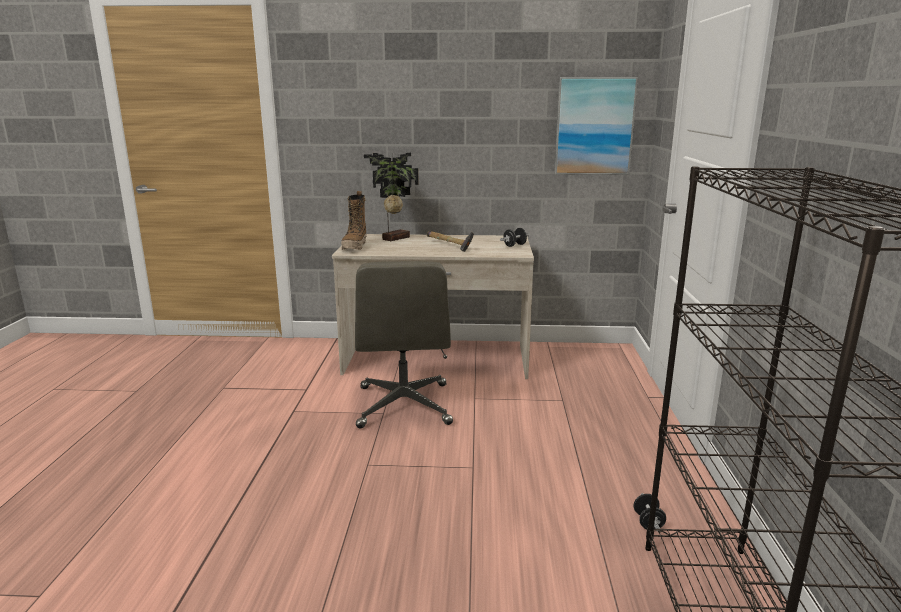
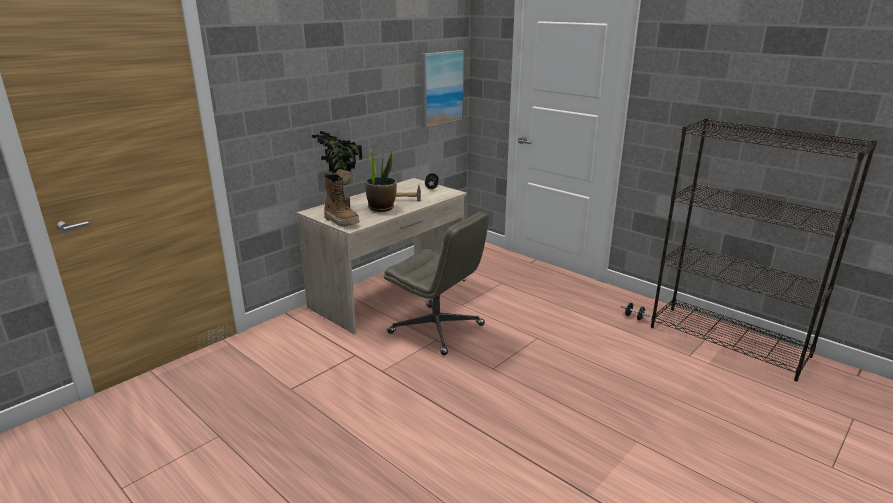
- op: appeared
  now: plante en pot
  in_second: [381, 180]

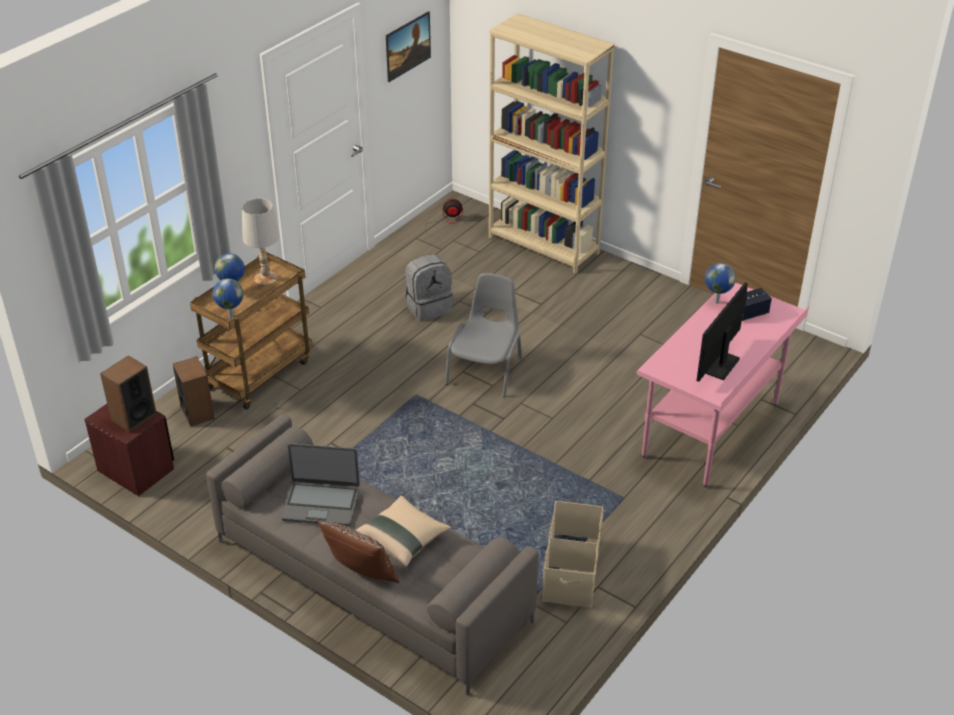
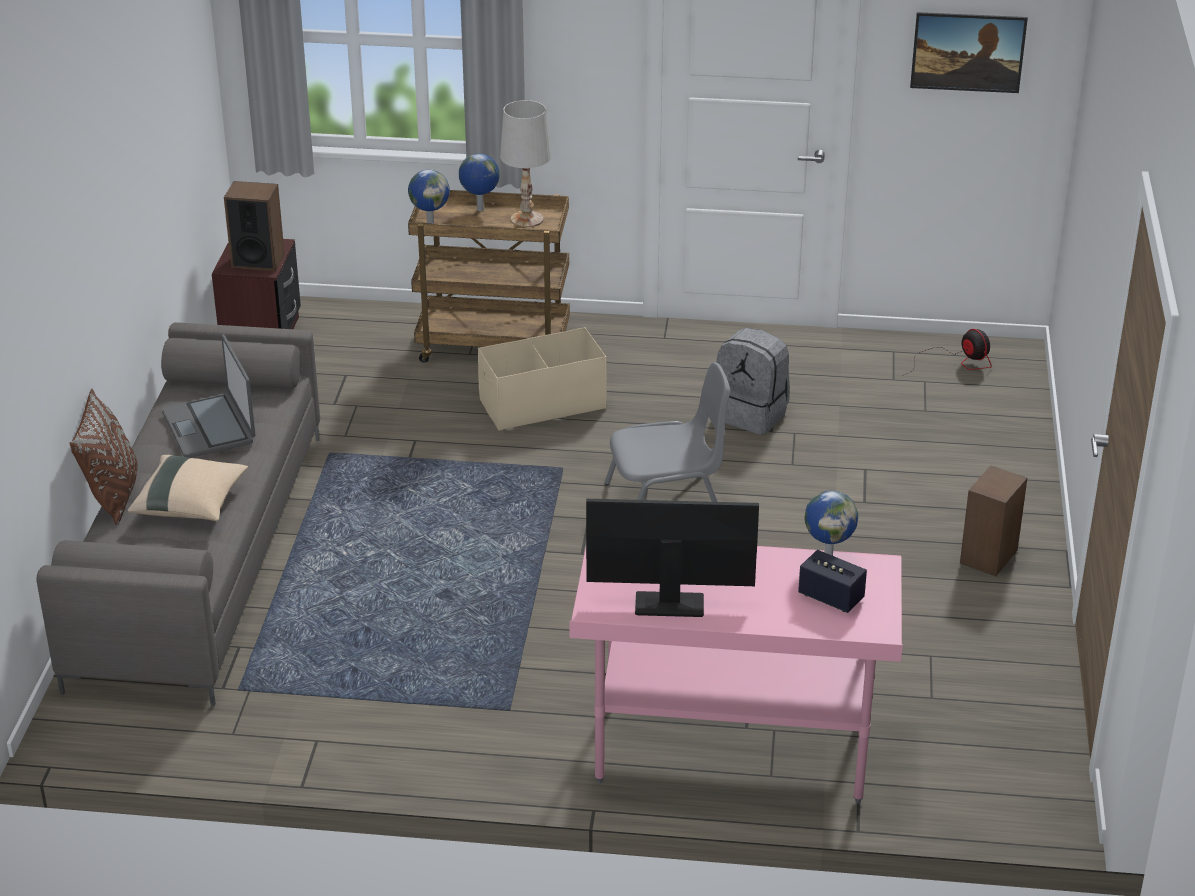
- op: missing
  was: bibliothèque (beige)
  in_first: [552, 143]
- op: relocated
  was: enceinte
  in_first: [194, 391]
  in_second: [993, 520]
- op: relocated
  was: boîte de rangement (beige)
  in_first: [572, 554]
  in_second: [542, 379]

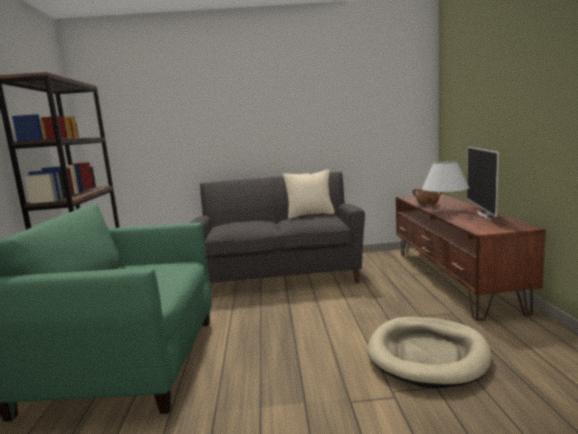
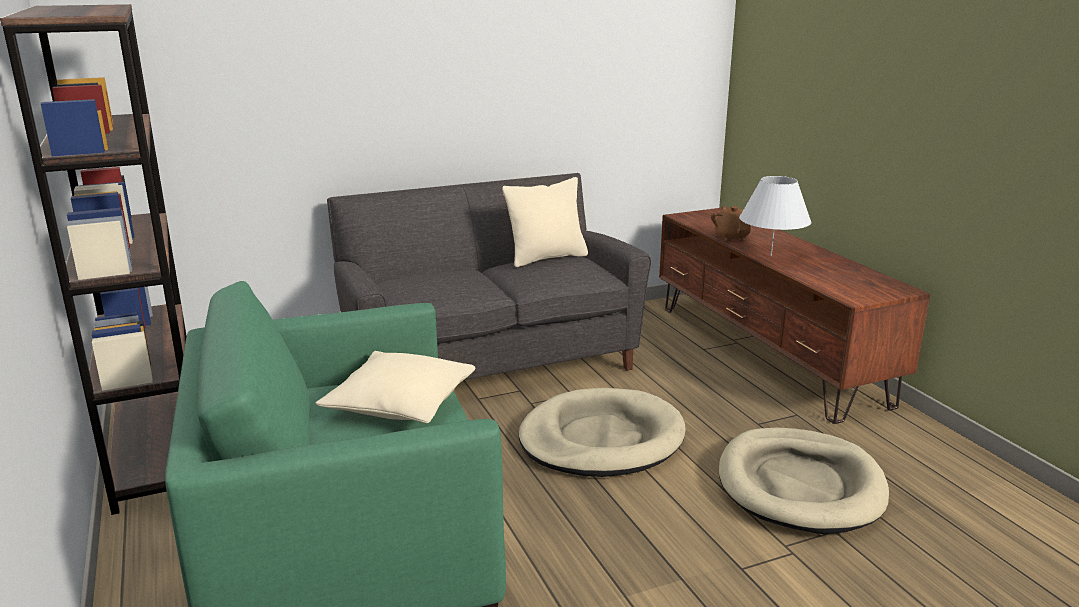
- op: missing
  was: téléviseur
  in_first: [483, 183]
- op: appeared
  now: coussin (beige)
  in_second: [395, 387]
- op: appeared
  now: panier pour chien (beige)
  in_second: [602, 432]

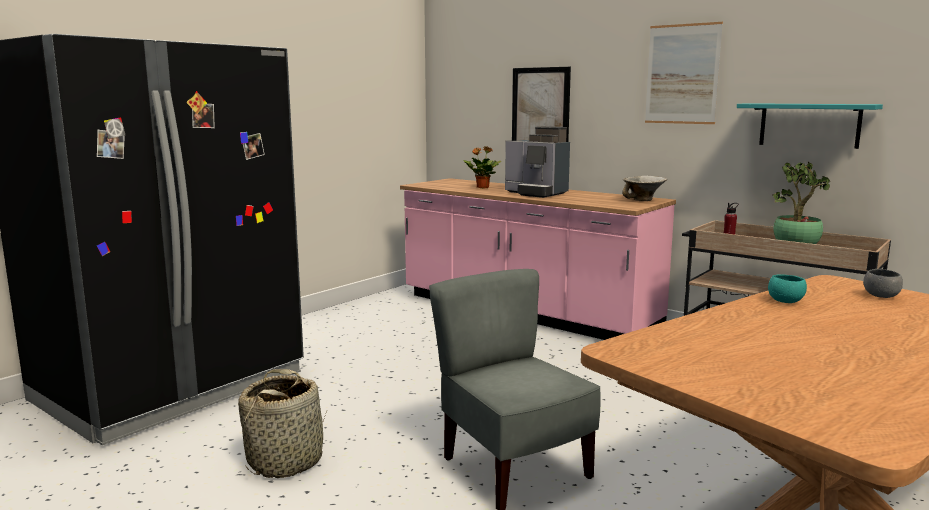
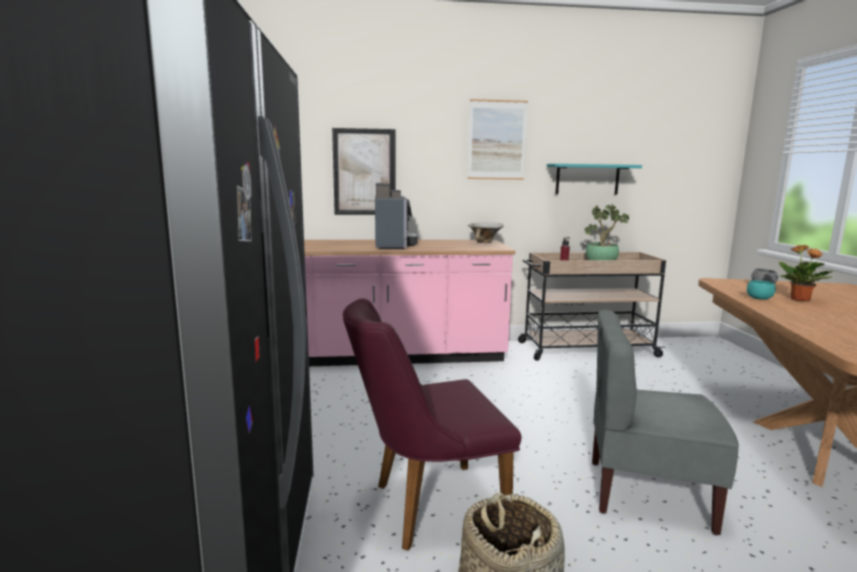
- op: spun
  was: machine à café
  in_first: [537, 162]
  in_second: [396, 216]
  clockwise: -90
- op: relocated
  was: plante en pot
  in_first: [482, 167]
  in_second: [808, 273]
- op: appeared
  now: chaise (violet)
  in_second: [432, 424]

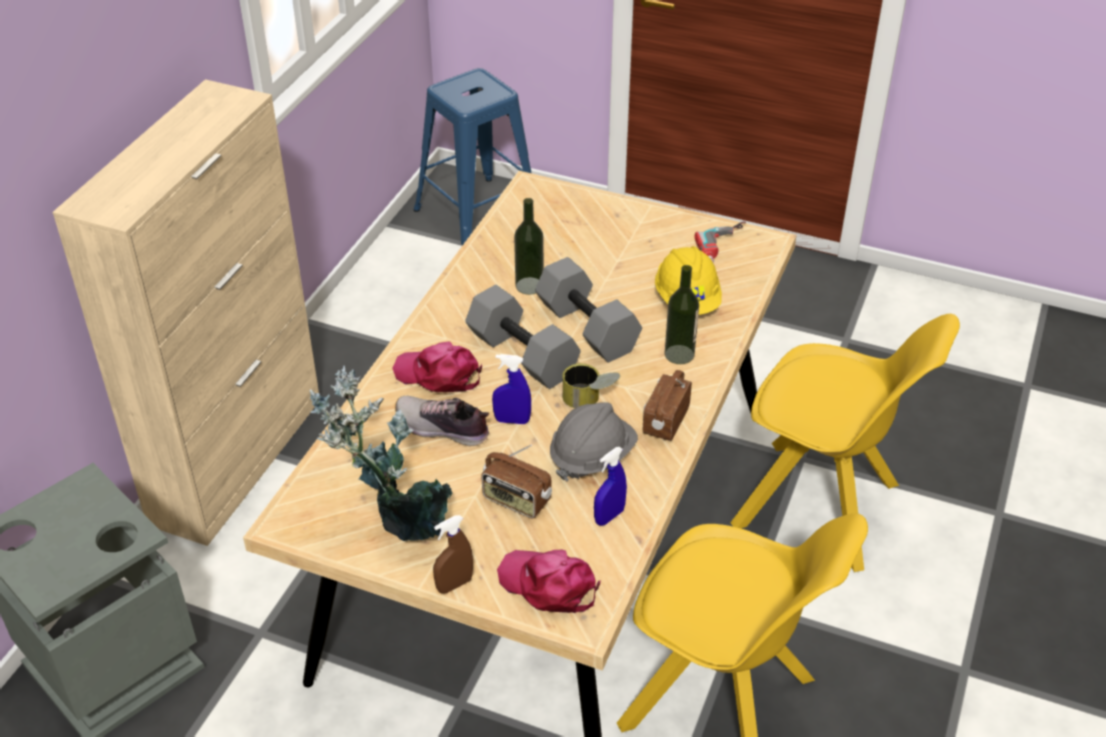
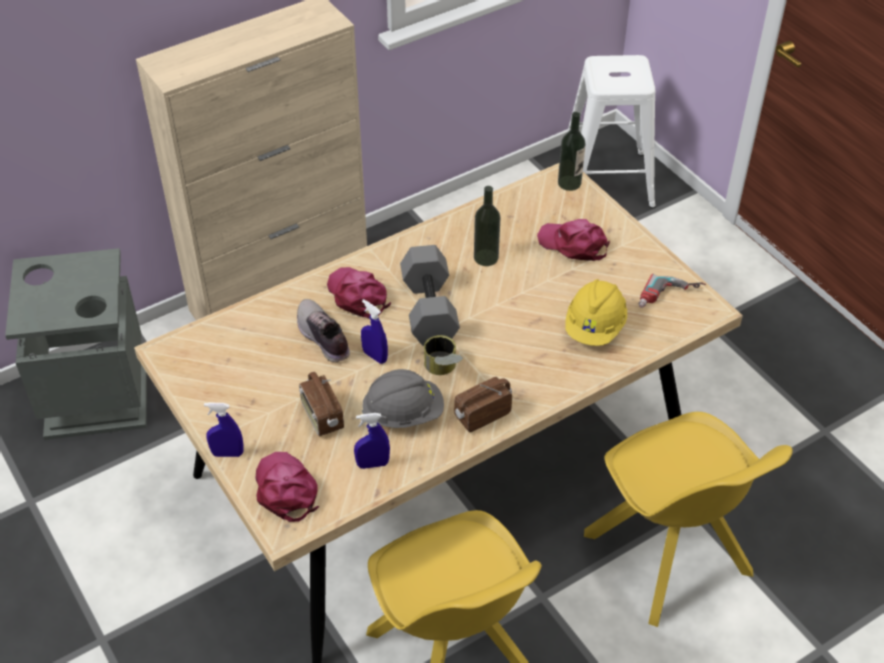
- op: colour
  was: tabouret (bleu)
  now: tabouret (blanc)
  in_first: [472, 156]
  in_second: [611, 131]
- op: missing
  was: haltère (gris)
  in_first: [588, 310]
- op: relocated
  was: bouteille
  in_first: [681, 314]
  in_second: [572, 151]
- op: missing
  was: plante en pot
  in_first: [381, 453]
- op: colour
  was: vaporisateur (marron)
  now: vaporisateur (bleu)
  in_first: [453, 554]
  in_second: [224, 430]
- op: appeared
  now: casquette (rose)
  in_second: [573, 240]

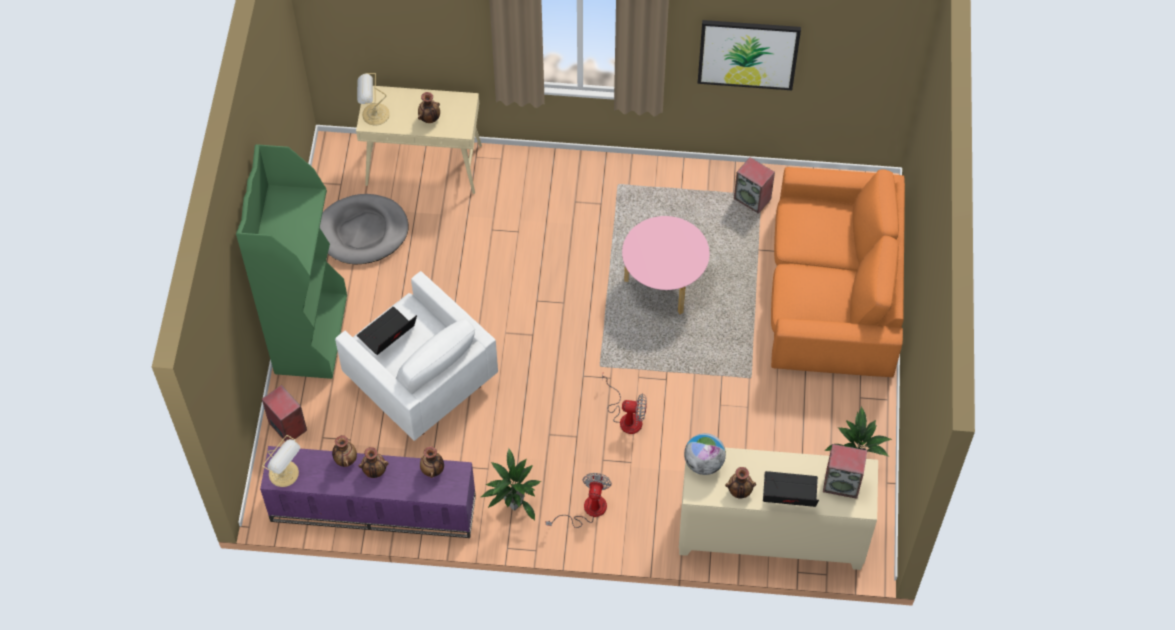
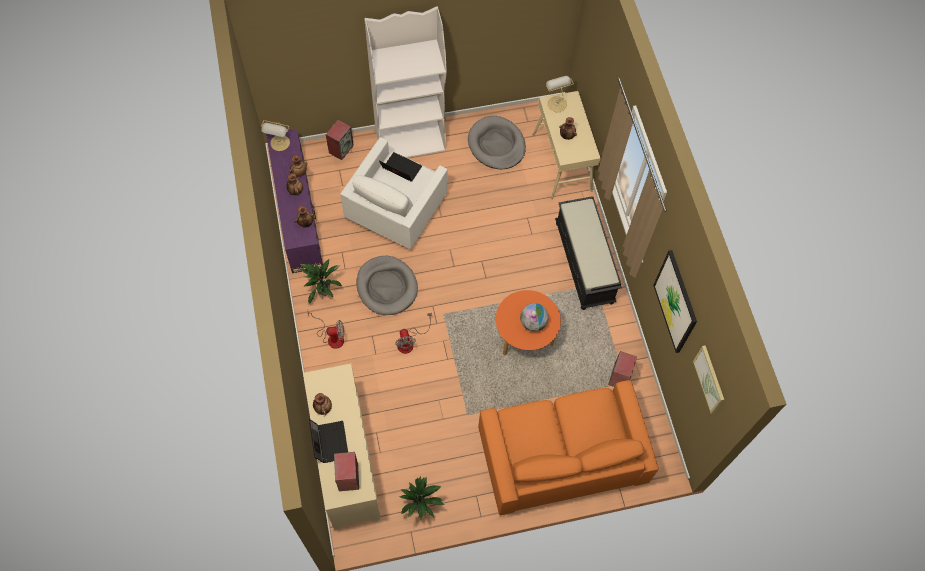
- op: colour
  was: bibliothèque (vert)
  now: bibliothèque (blanc)
  in_first: [291, 261]
  in_second: [405, 82]
- op: colour
  was: table basse (rose)
  now: table basse (orange)
  in_first: [666, 265]
  in_second: [528, 323]
- op: relocated
  was: globe
  in_first: [705, 454]
  in_second: [534, 317]
- op: appeared
  now: banc (noir)
  in_second: [588, 253]
- op: appeared
  now: panier pour chien (gris)
  in_second: [387, 285]
- op: appeared
  now: tableau
  in_second: [708, 380]

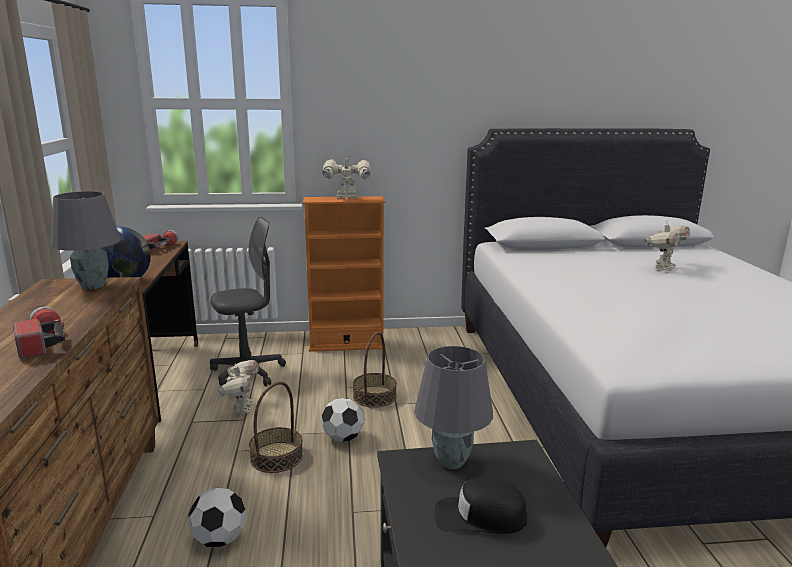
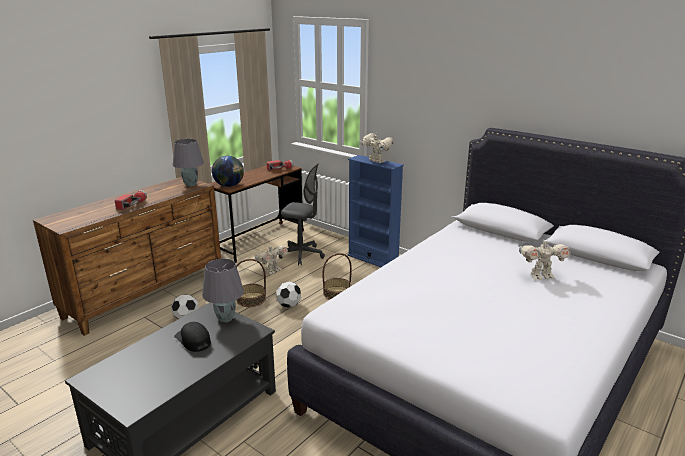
- op: colour
  was: bibliothèque (orange)
  now: bibliothèque (bleu)
  in_first: [344, 274]
  in_second: [375, 211]

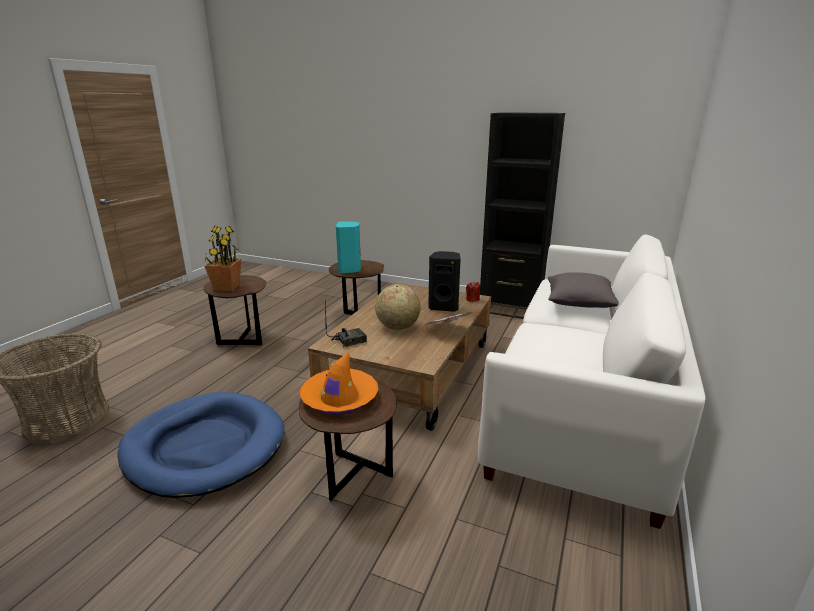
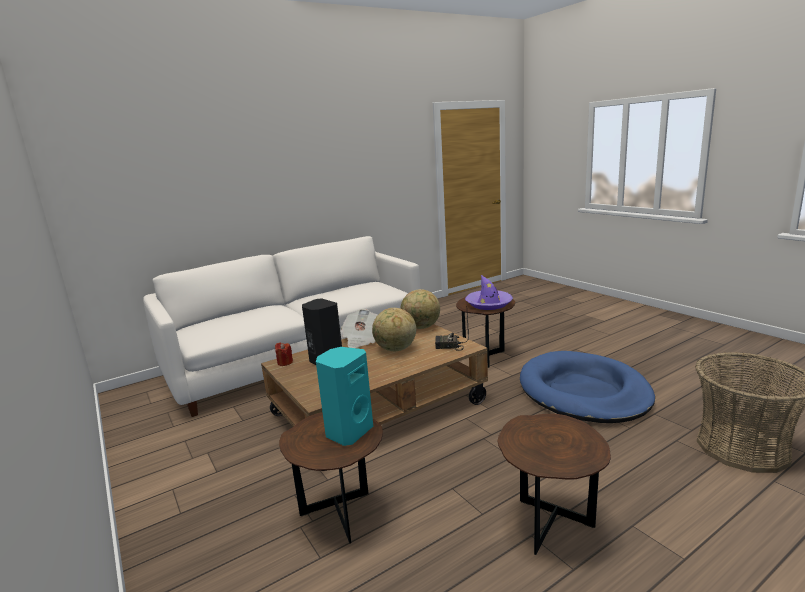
- op: missing
  was: bibliothèque (noir)
  in_first: [522, 215]
- op: missing
  was: plante en pot
  in_first: [222, 258]
- op: missing
  was: coussin (gris)
  in_first: [583, 290]
- op: colour
  was: chapeau (orange)
  now: chapeau (violet)
  in_first: [339, 383]
  in_second: [489, 292]
- op: appeared
  now: globe
  in_second: [420, 309]

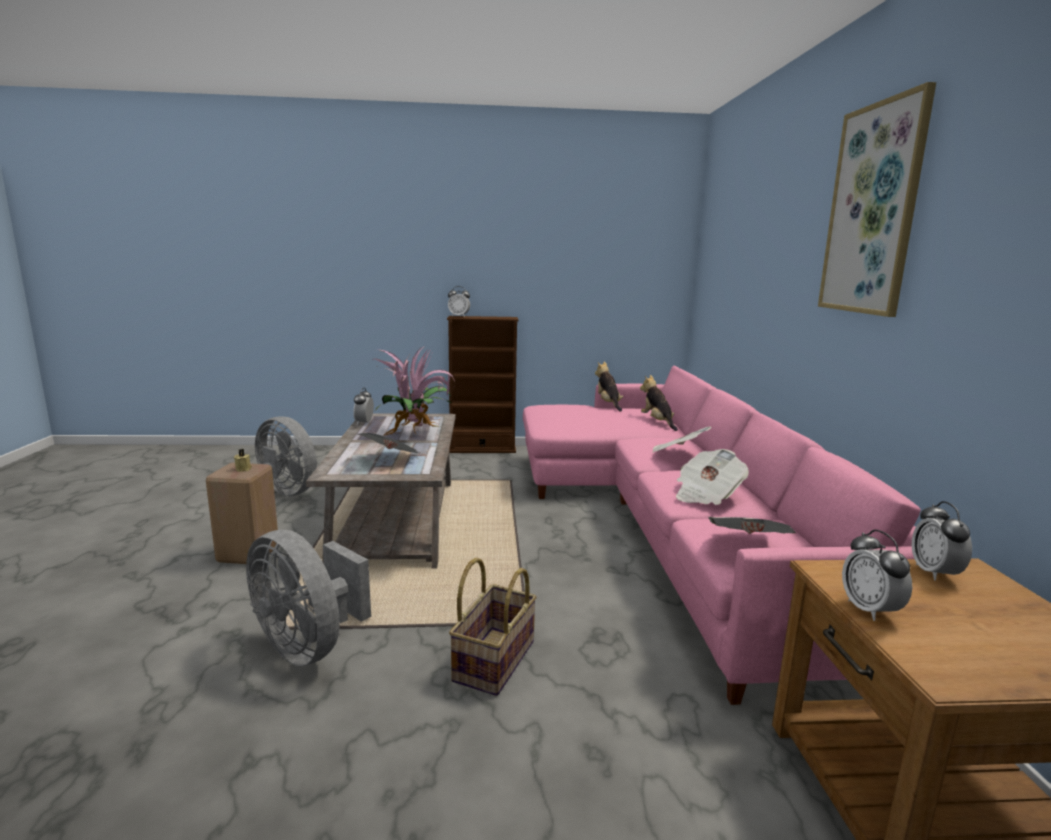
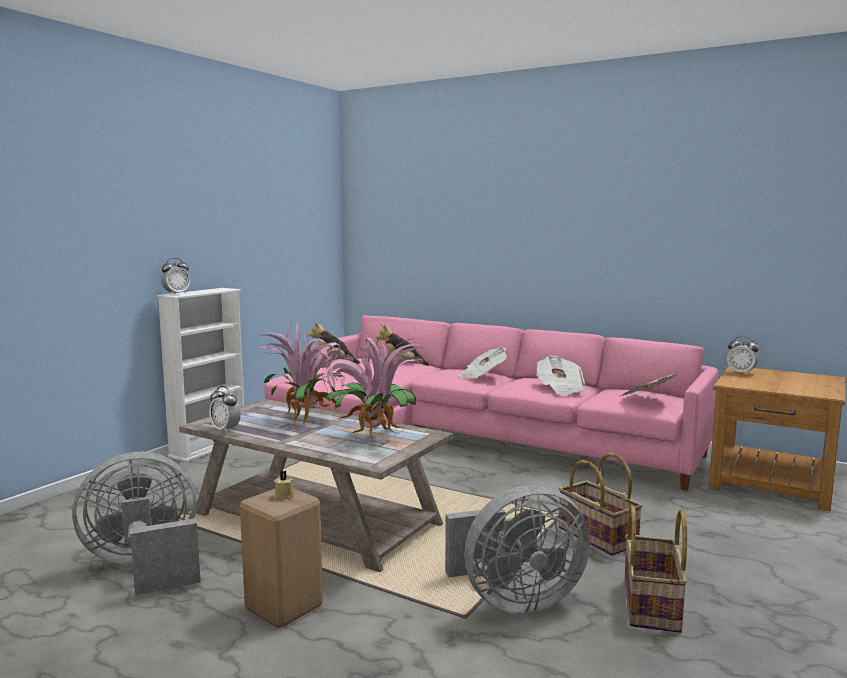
- op: missing
  was: tableau
  in_first: [877, 199]
- op: colour
  was: bibliothèque (marron)
  now: bibliothèque (blanc)
  in_first: [483, 384]
  in_second: [200, 375]
- op: exchanged
  was: journal
  now: plante en pot
  in_first: [388, 443]
  in_second: [373, 388]
- op: missing
  was: réveil
  in_first: [877, 575]
- op: appeared
  now: panier
  in_second: [655, 569]

